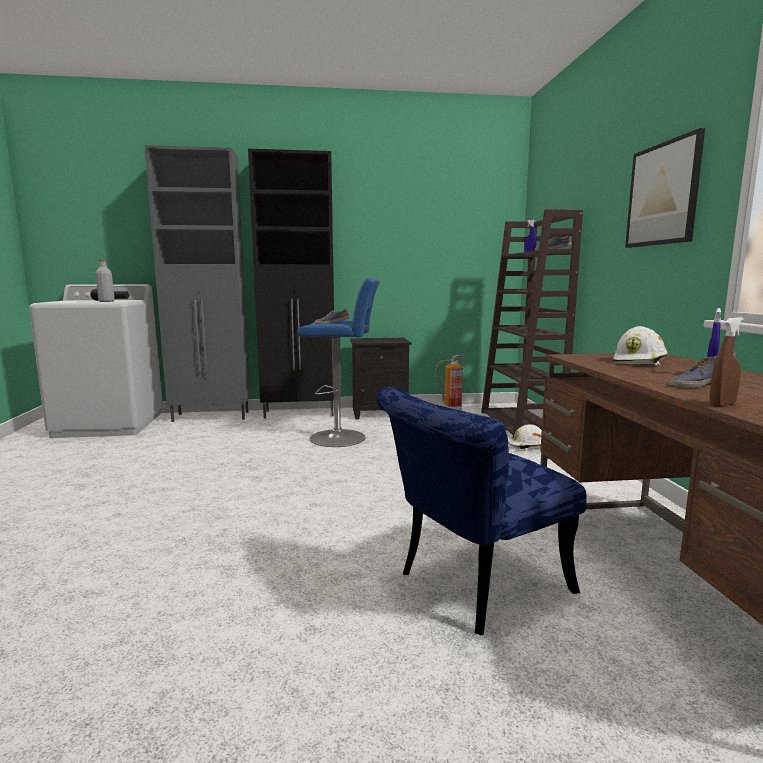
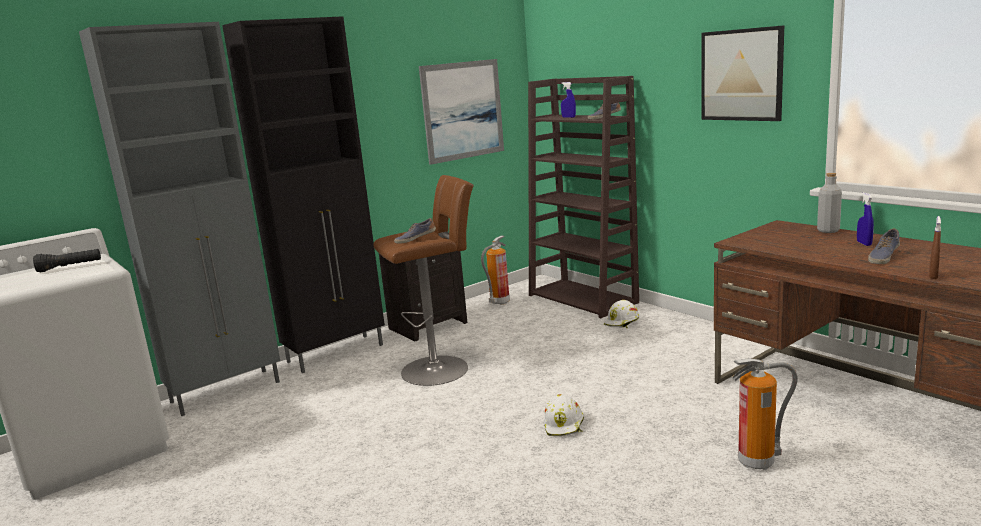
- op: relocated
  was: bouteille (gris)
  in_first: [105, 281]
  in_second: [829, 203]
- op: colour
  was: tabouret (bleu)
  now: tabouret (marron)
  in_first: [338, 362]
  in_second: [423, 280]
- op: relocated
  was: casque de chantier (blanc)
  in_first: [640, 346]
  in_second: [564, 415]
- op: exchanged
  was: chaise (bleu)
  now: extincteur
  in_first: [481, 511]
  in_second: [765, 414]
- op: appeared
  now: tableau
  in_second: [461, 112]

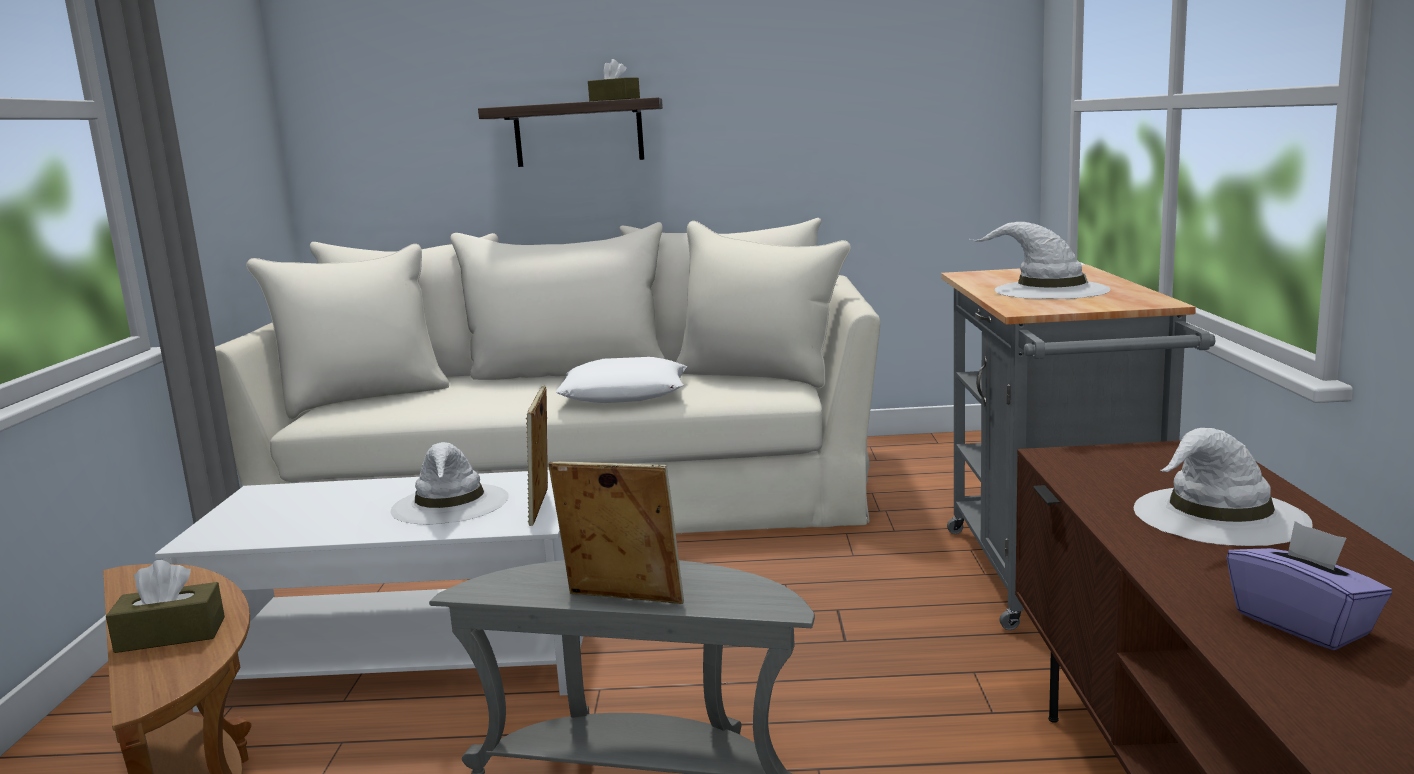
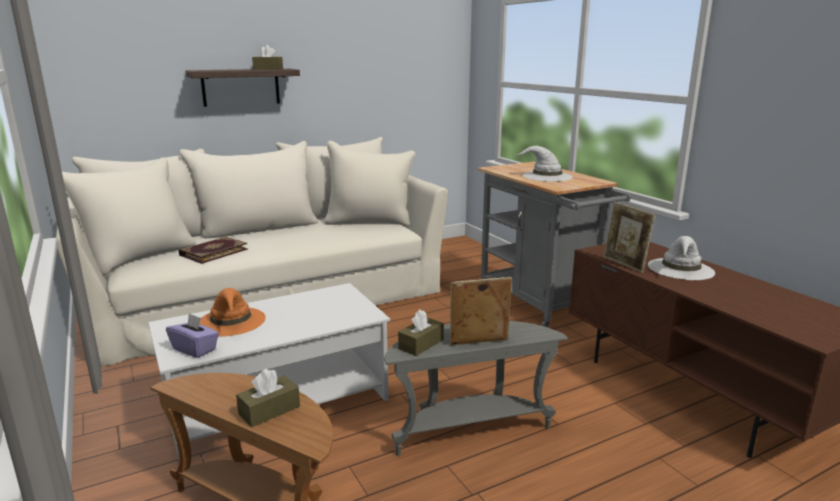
- op: missing
  was: coussin (blanc)
  in_first: [621, 380]
- op: relocated
  was: cadre photo
  in_first: [537, 455]
  in_second: [629, 237]
- op: missing
  was: chapeau (blanc)
  in_first: [449, 483]
- op: relocated
  was: boîte à mouchoirs (violet)
  in_first: [1309, 585]
  in_second: [192, 335]
- op: appeared
  now: livre
  in_second: [213, 250]
- op: appeared
  now: chapeau (orange)
  in_second: [233, 312]
- op: appeared
  now: boîte à mouchoirs (marron)
  in_second: [421, 332]

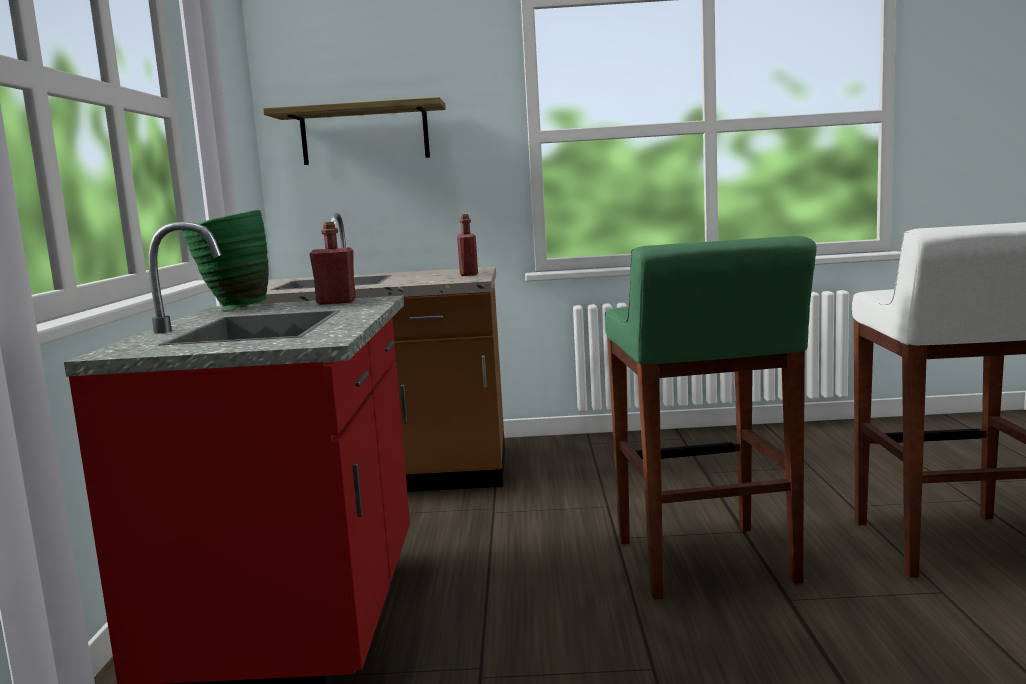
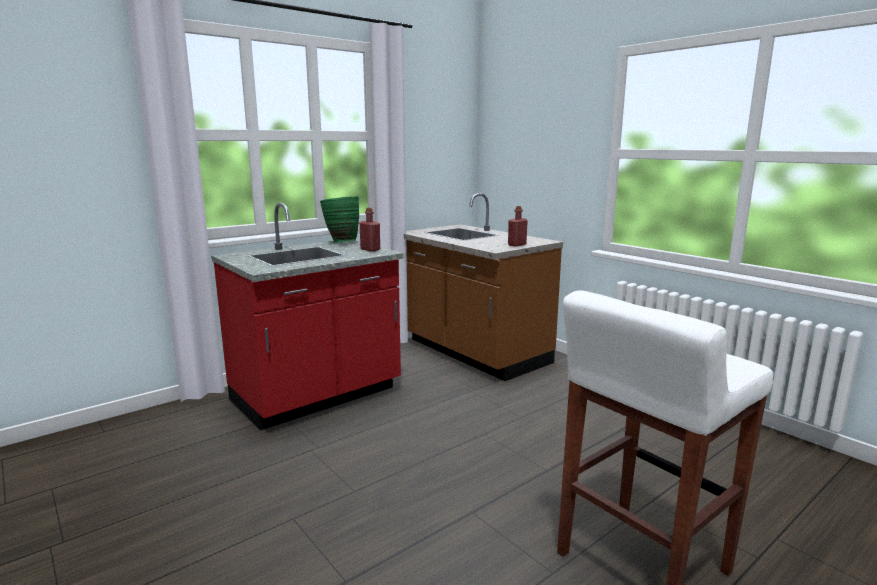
- op: missing
  was: étagère
  in_first: [354, 131]
- op: missing
  was: tabouret (vert)
  in_first: [711, 417]

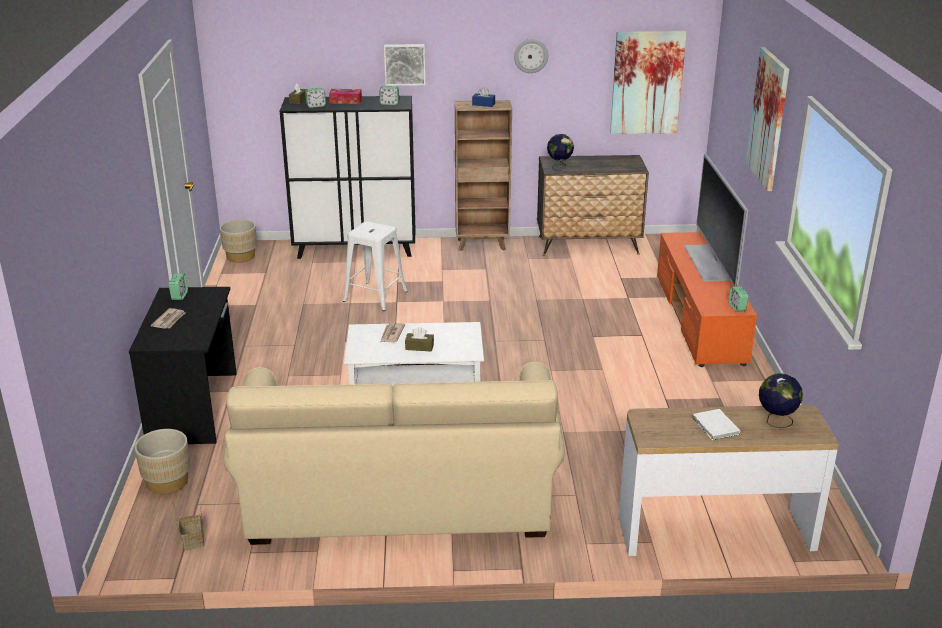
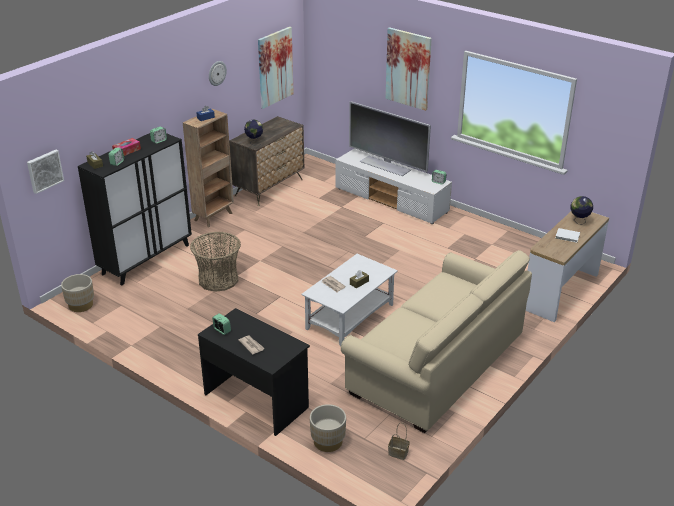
- op: relocated
  was: tableau
  in_first: [404, 65]
  in_second: [45, 172]
- op: exchanged
  was: tabouret (blanc)
  now: panier
  in_first: [375, 266]
  in_second: [215, 262]
- op: colour
  was: meuble télé (orange)
  now: meuble télé (blanc)
  in_first: [707, 299]
  in_second: [394, 186]

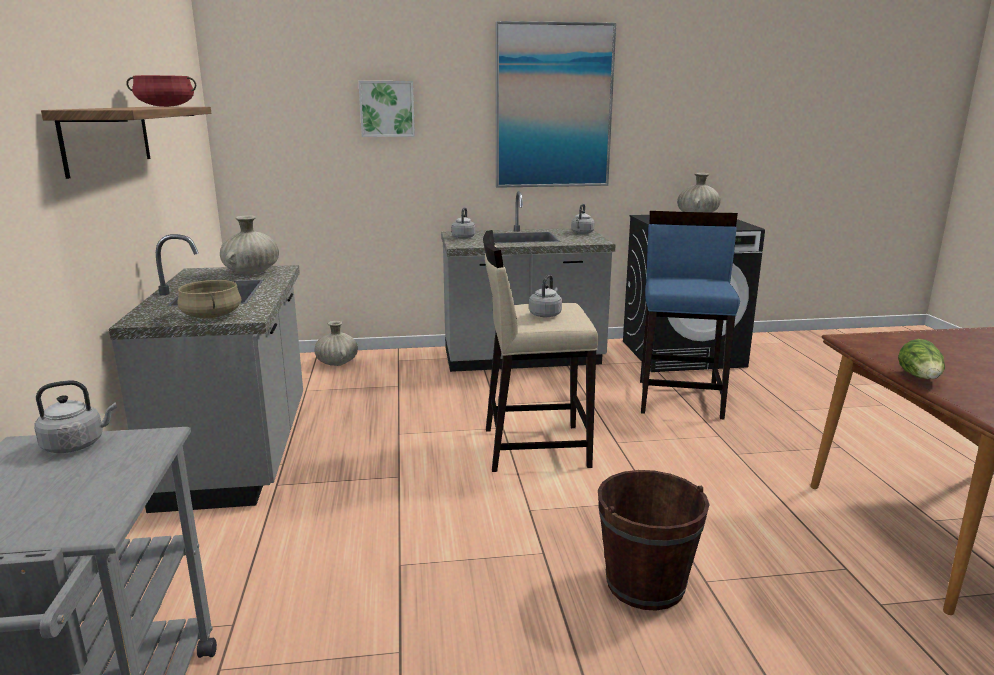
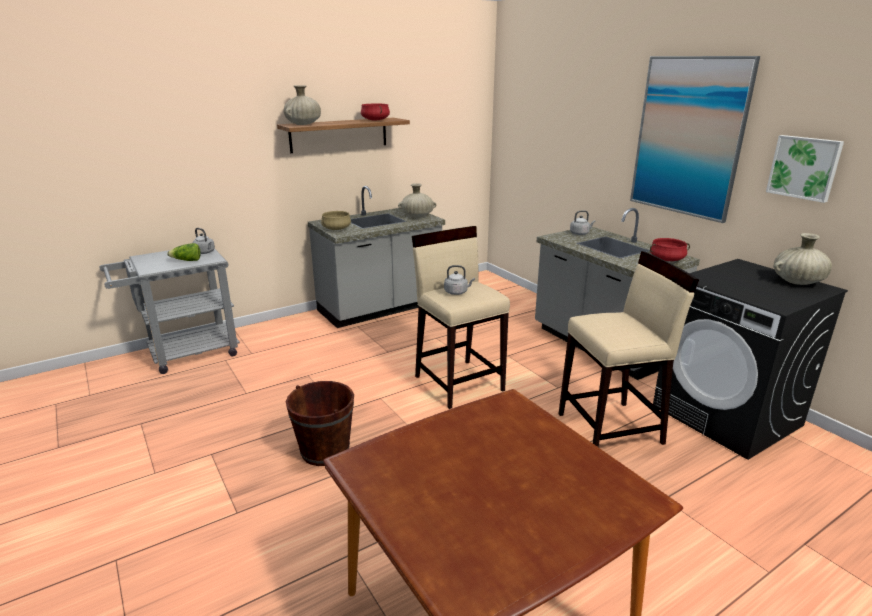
- op: relocated
  was: tableau
  in_first: [386, 109]
  in_second: [805, 169]
- op: exchanged
  was: bouilloire (gris)
  now: marmite (rouge)
  in_first: [583, 219]
  in_second: [670, 249]
- op: colour
  was: tabouret (bleu)
  now: tabouret (beige)
  in_first: [690, 315]
  in_second: [629, 349]
- op: relocated
  was: vase (beige)
  in_first: [336, 343]
  in_second: [302, 105]
- op: relocated
  was: laitue
  in_first: [921, 359]
  in_second: [184, 252]

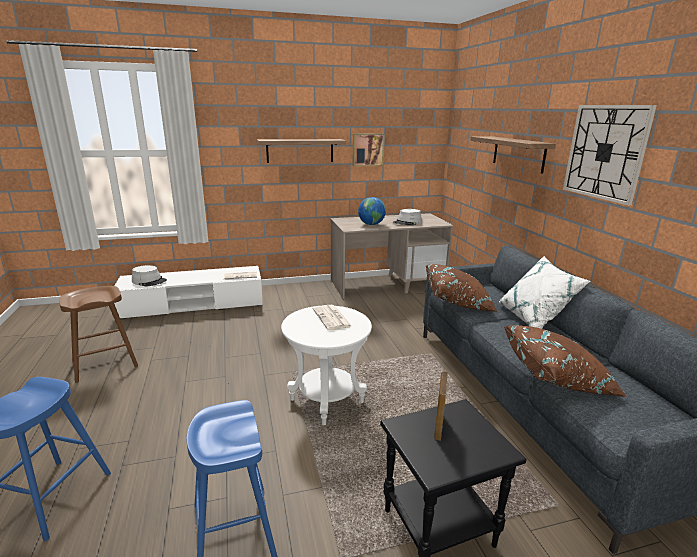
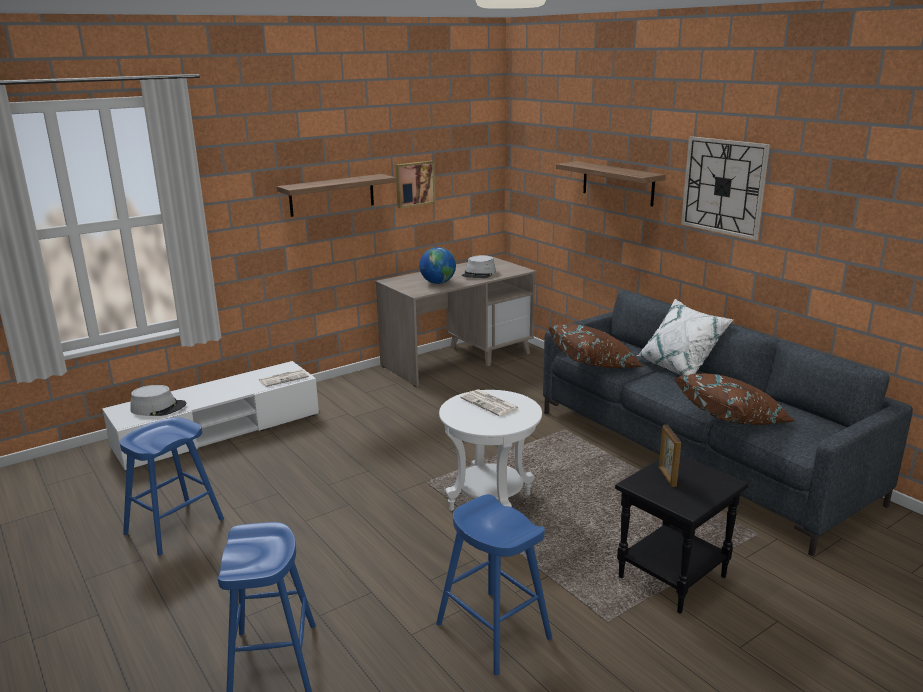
- op: colour
  was: tabouret (marron)
  now: tabouret (bleu)
  in_first: [98, 334]
  in_second: [172, 486]

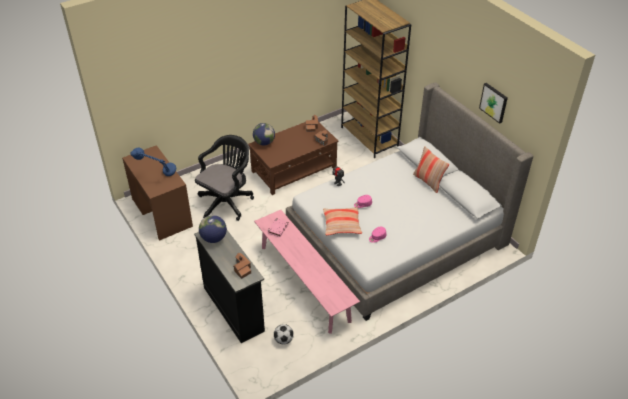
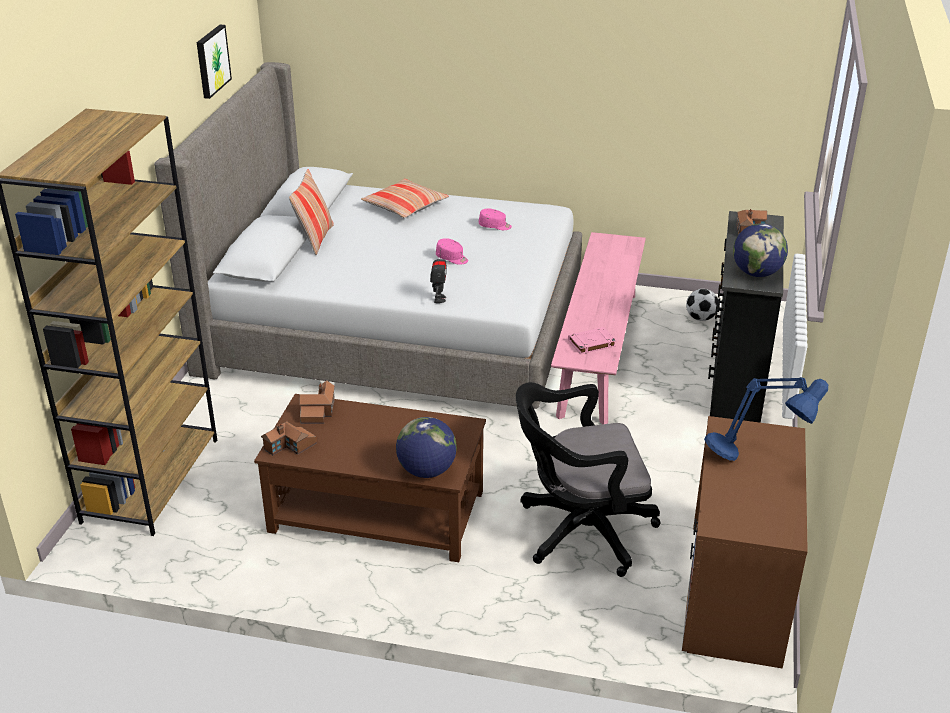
- op: relocated
  was: coussin
  in_first: [342, 221]
  in_second: [405, 198]

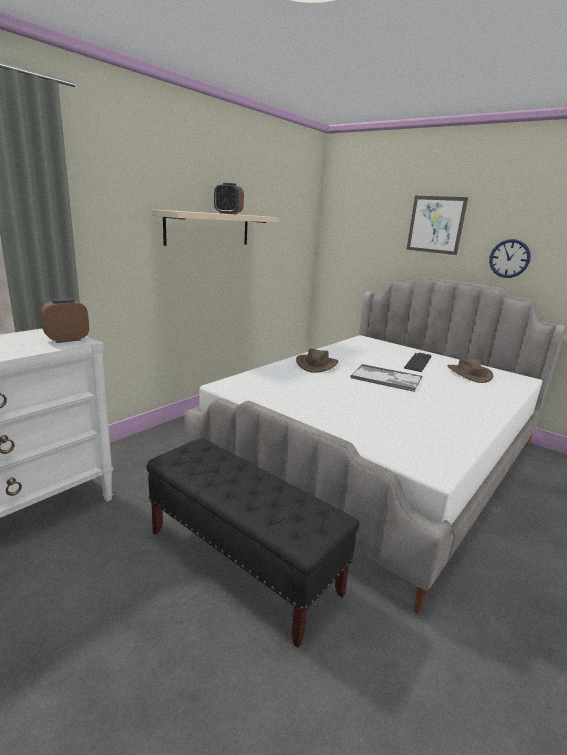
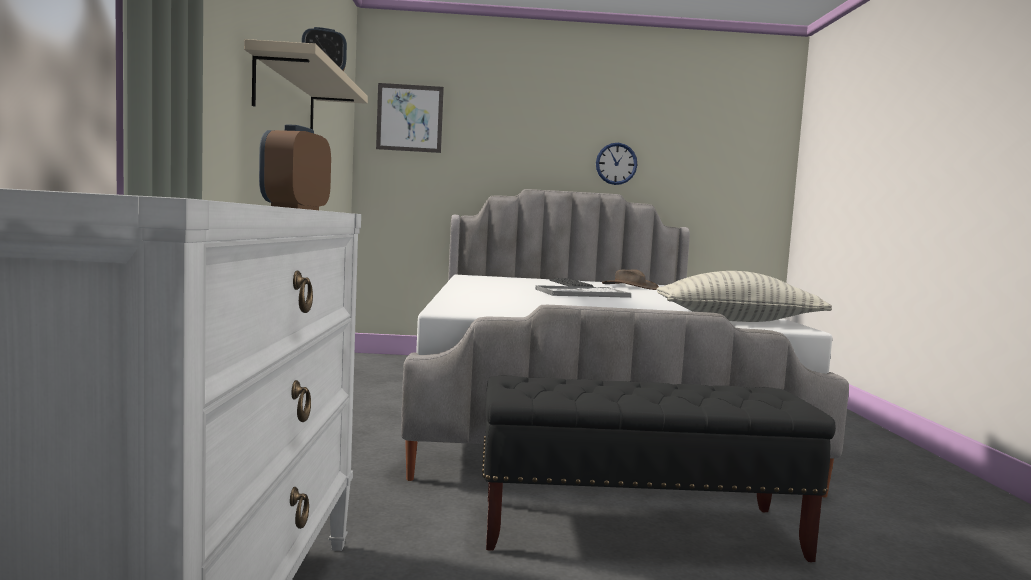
- op: relocated
  was: tableau
  in_first: [437, 225]
  in_second: [410, 118]
- op: missing
  was: chapeau (marron)
  in_first: [317, 361]
- op: appeared
  now: coussin
  in_second: [744, 296]

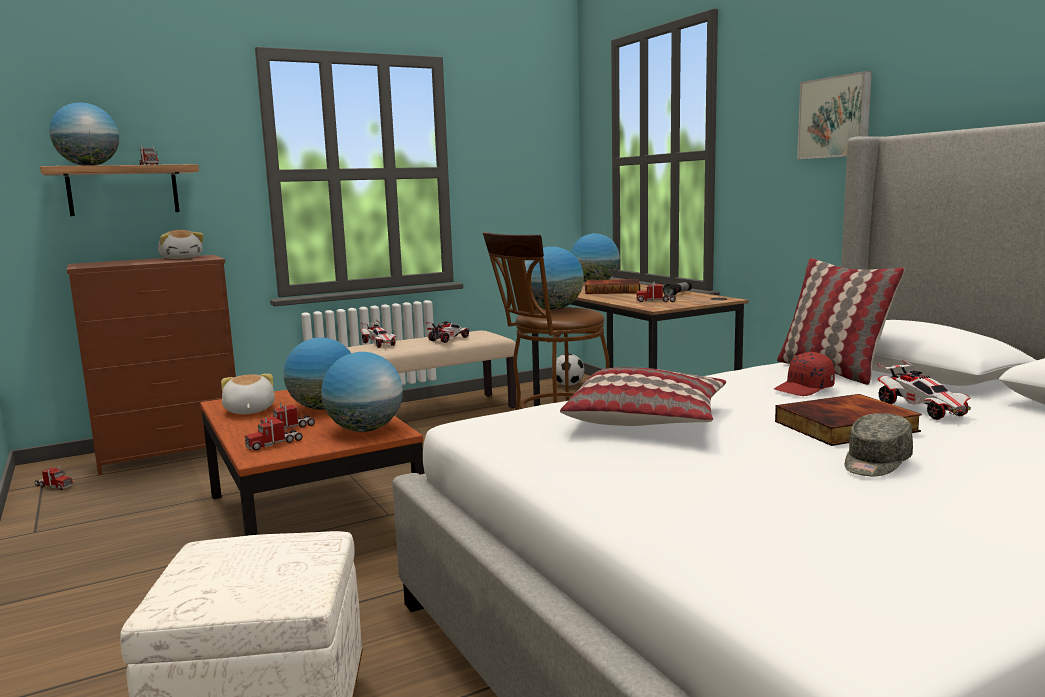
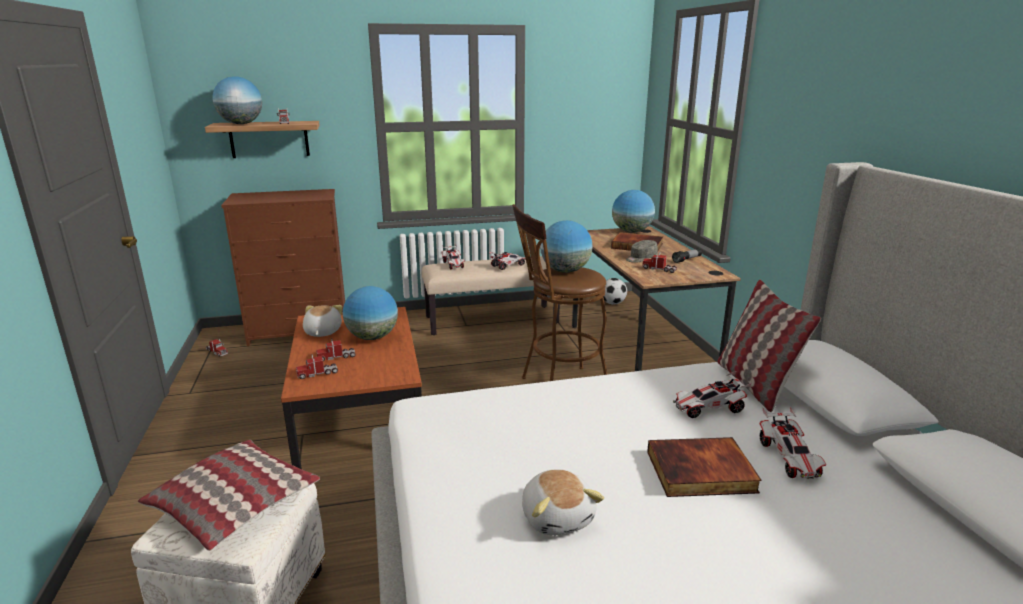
- op: missing
  was: tableau
  in_first: [834, 115]
- op: relocated
  was: peluche
  in_first: [181, 244]
  in_second: [563, 502]
- op: missing
  was: globe
  in_first: [362, 392]
- op: exchanged
  was: casquette (rouge)
  now: petite voiture
  in_first: [804, 374]
  in_second: [712, 394]
- op: relocated
  was: coussin
  in_first: [643, 396]
  in_second: [229, 495]
- op: relocated
  was: casquette (gris)
  in_first: [879, 444]
  in_second: [642, 251]

